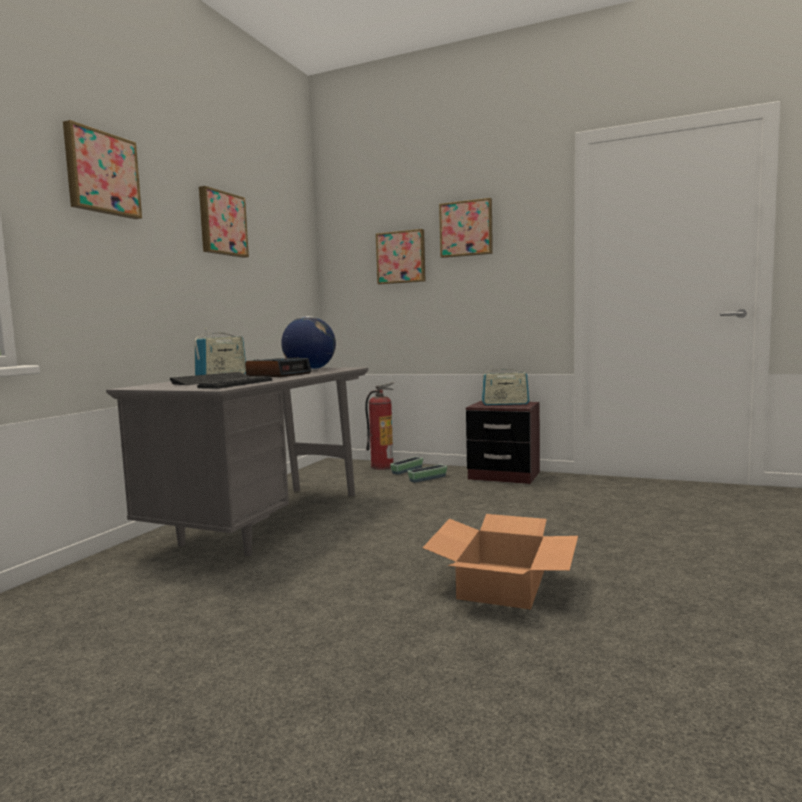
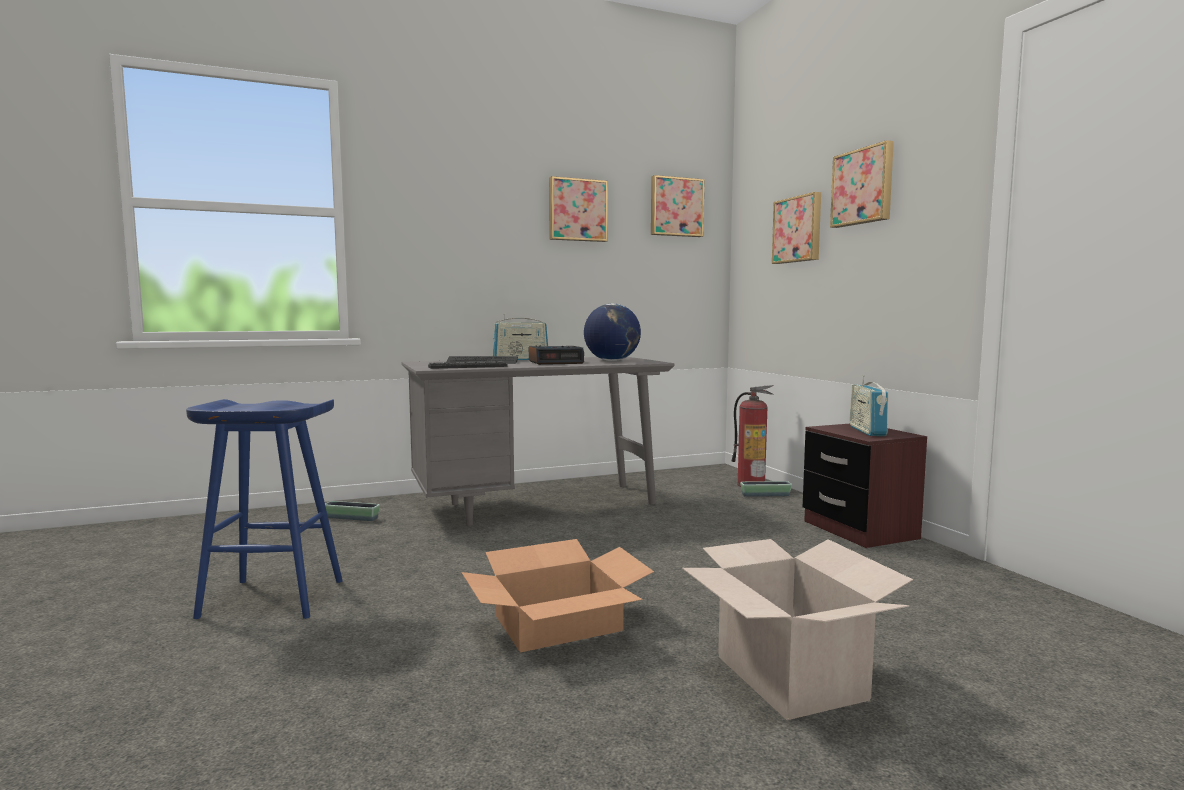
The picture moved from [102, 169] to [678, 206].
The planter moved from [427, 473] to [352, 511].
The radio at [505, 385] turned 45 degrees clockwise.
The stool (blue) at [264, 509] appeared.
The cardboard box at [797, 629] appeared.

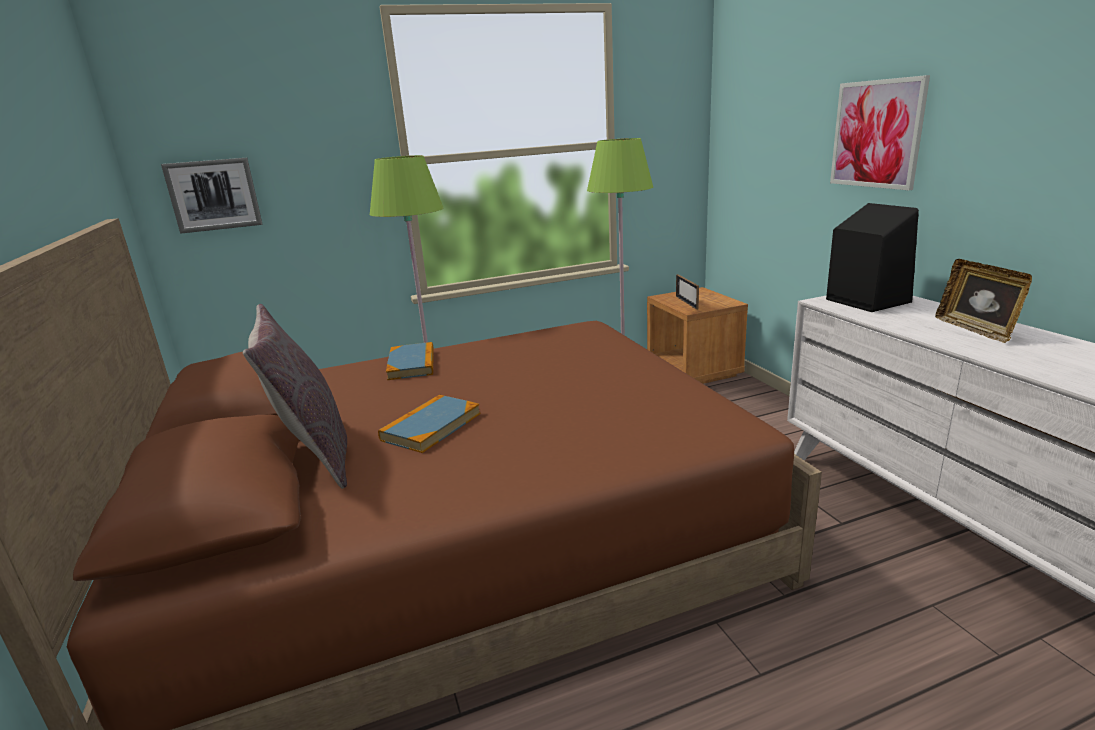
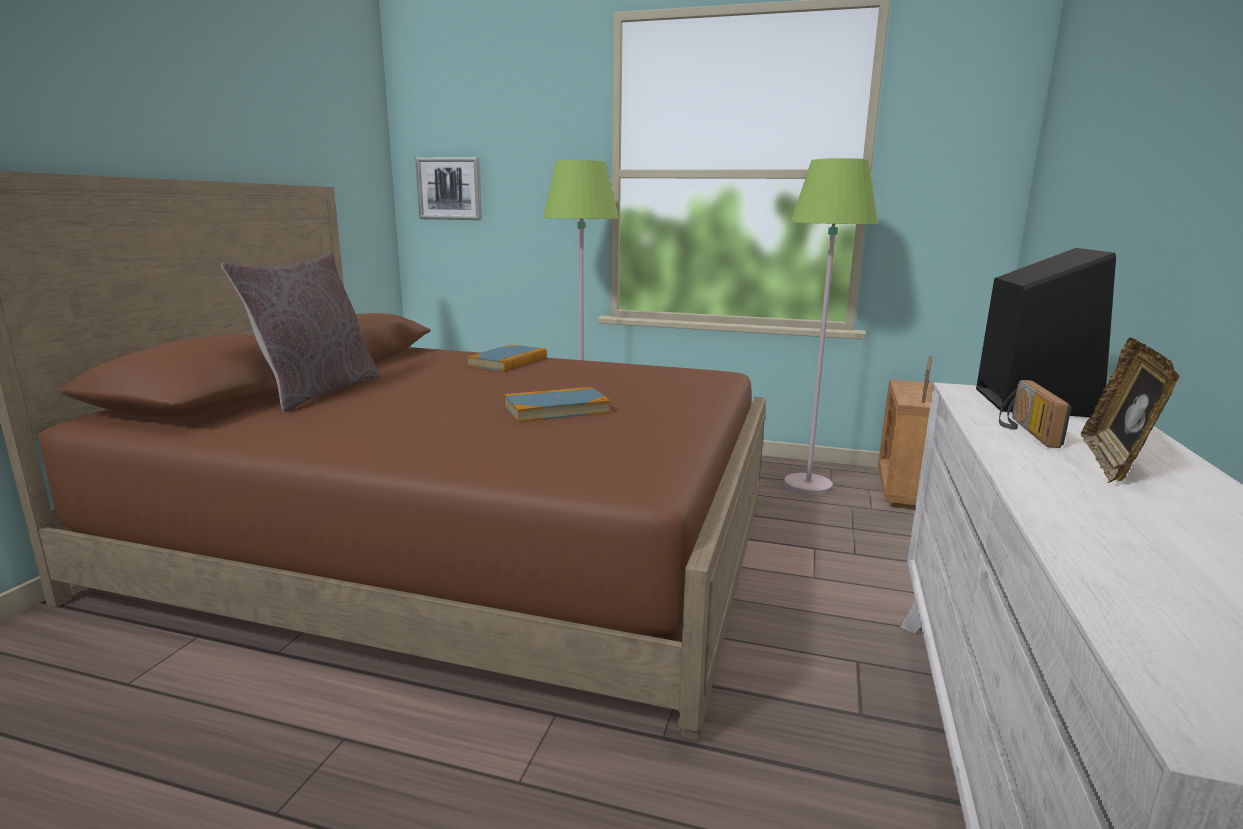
The book moved from [429, 424] to [557, 404].
The picture at [880, 132] disappeared.
The radio at [1035, 414] appeared.

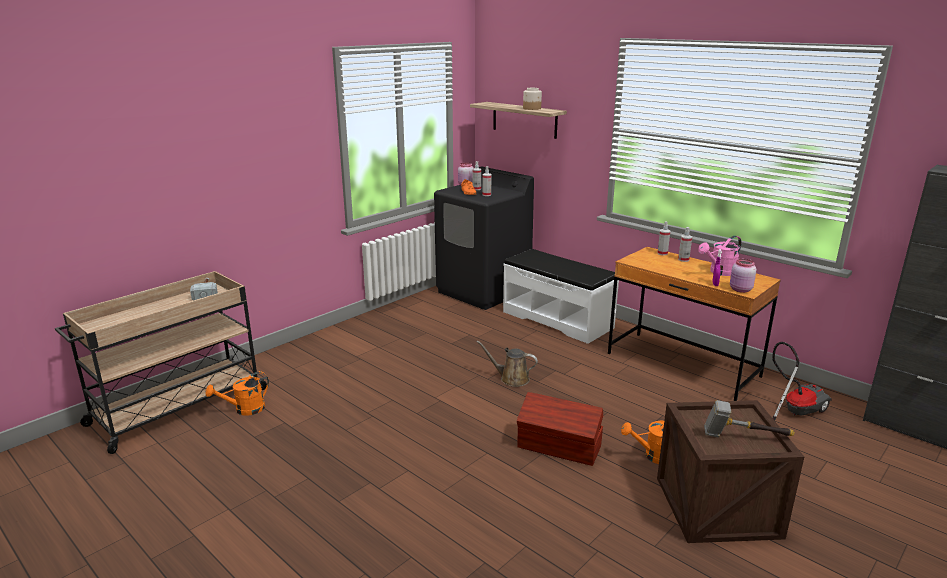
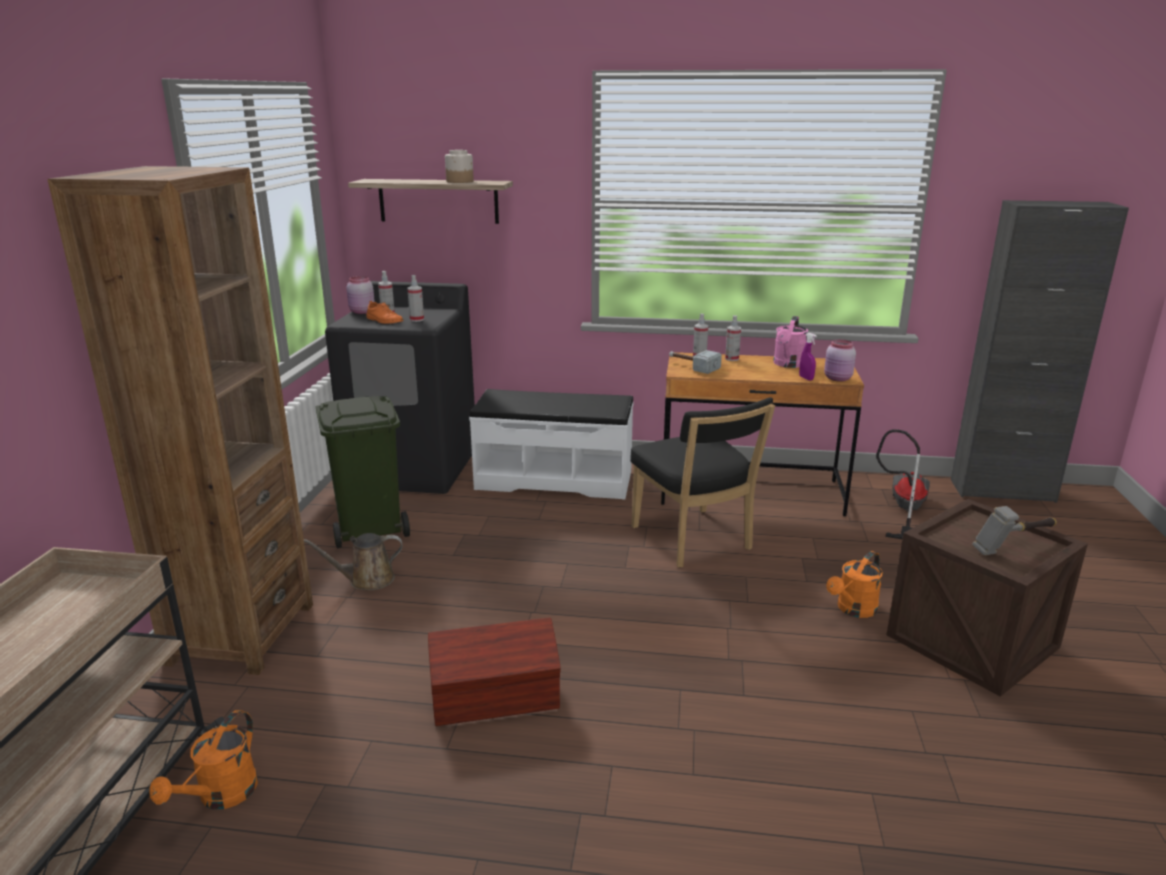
The hammer moved from [204, 289] to [695, 362].
The watering can (brown) moved from [507, 364] to [353, 562].
The storage box (brown) moved from [560, 429] to [494, 671].
The bookcase (brown) at [180, 420] appeared.
The trash can (green) at [363, 472] appeared.
The chair (black) at [702, 482] appeared.

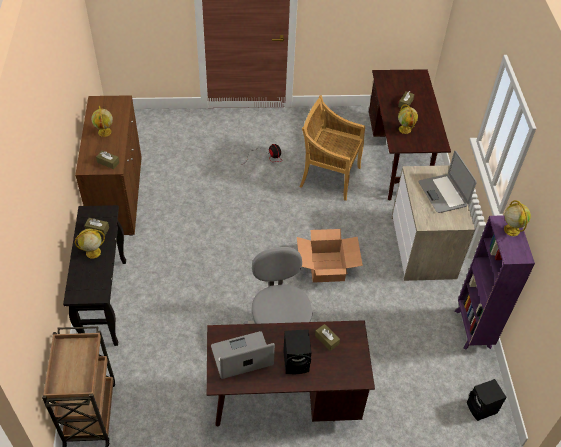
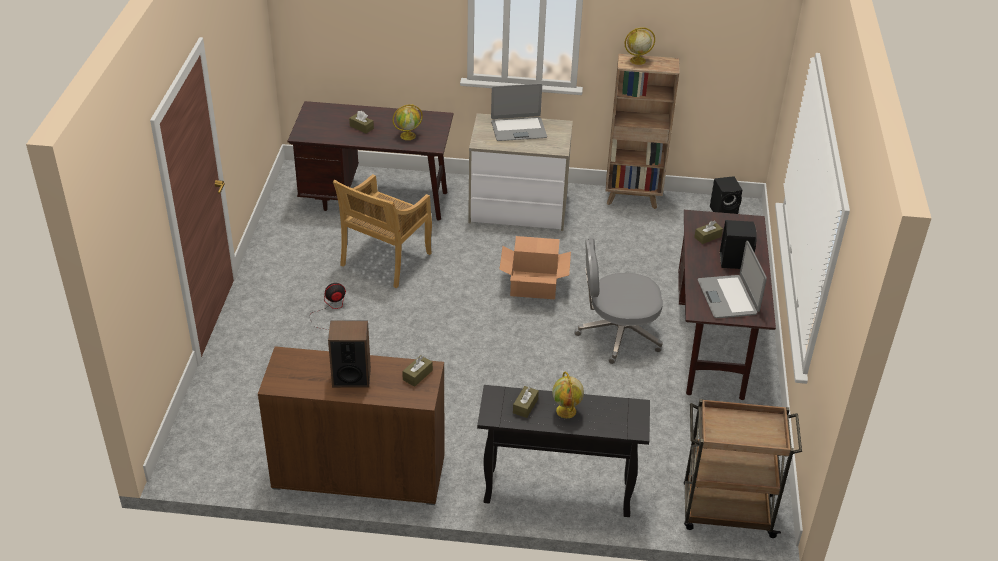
The globe at [102, 121] was replaced by the speaker at [349, 354].
The bookcase (purple) at [494, 282] became the bookcase (brown) at [642, 131].

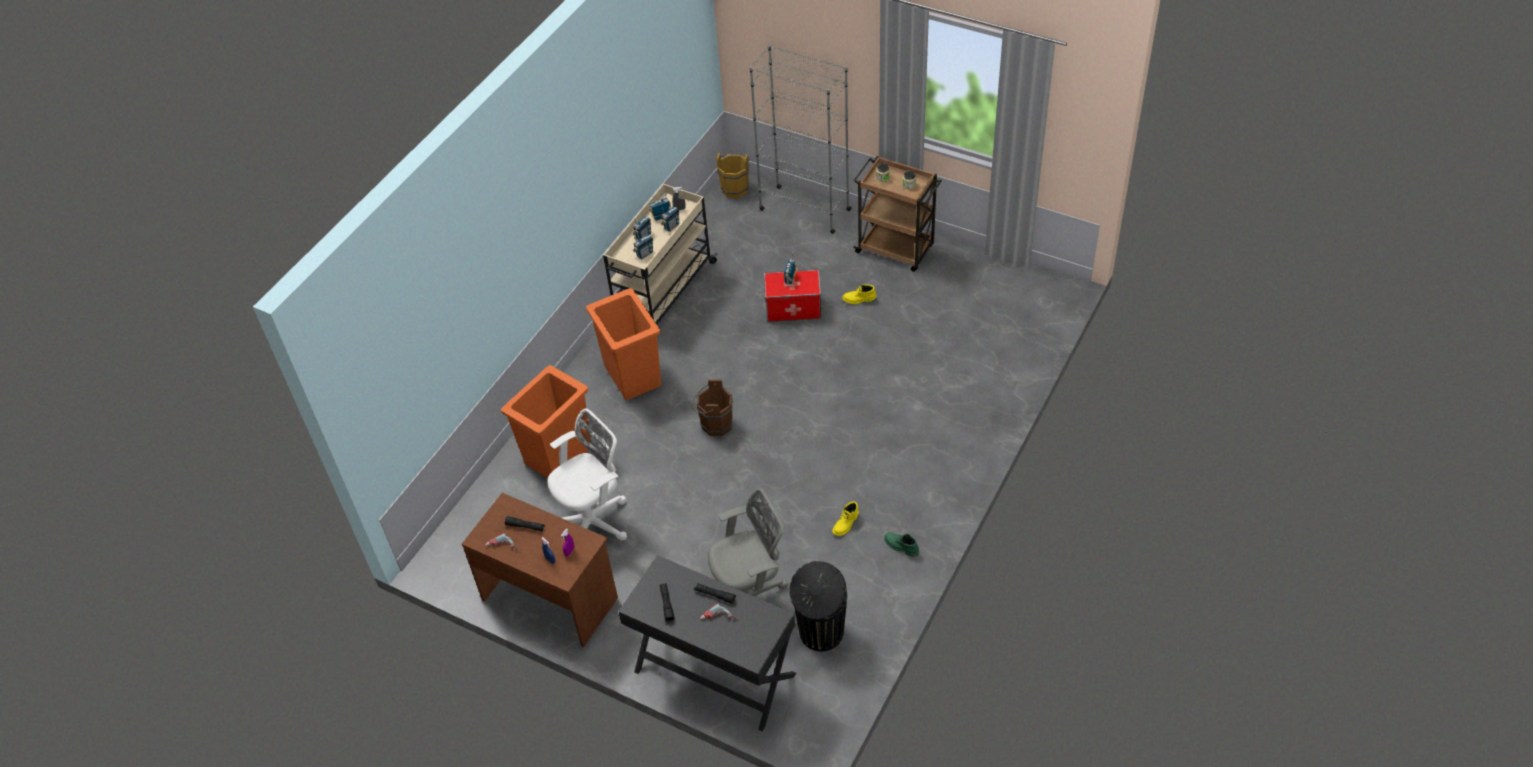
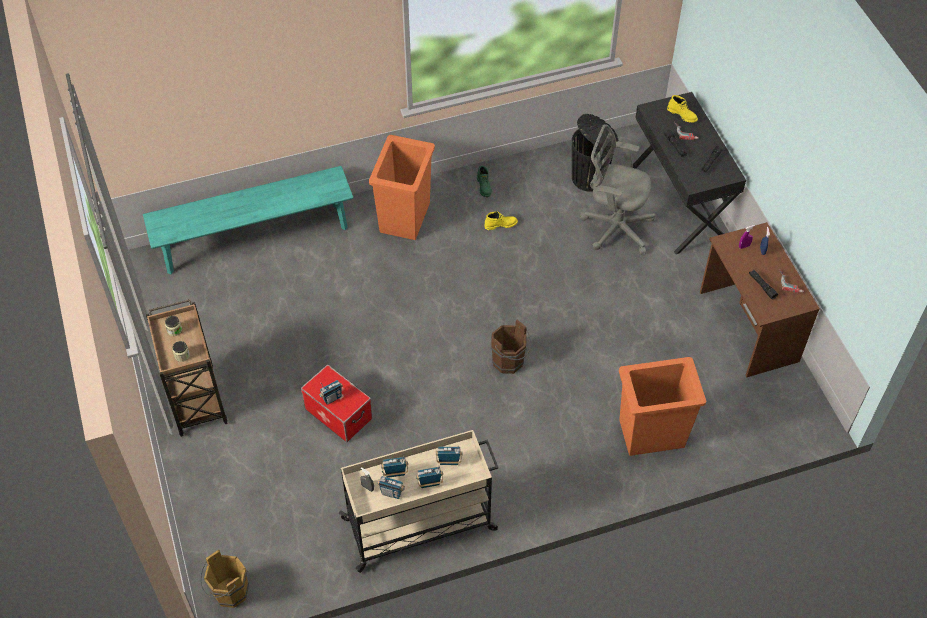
The office chair (white) at [587, 474] disappeared.
The trash can (orange) moved from [623, 344] to [402, 187].
The bookcase (grey) at [800, 139] disappeared.
The boot (yellow) moved from [859, 294] to [682, 109].
The bench (turquoise) at [248, 220] appeared.

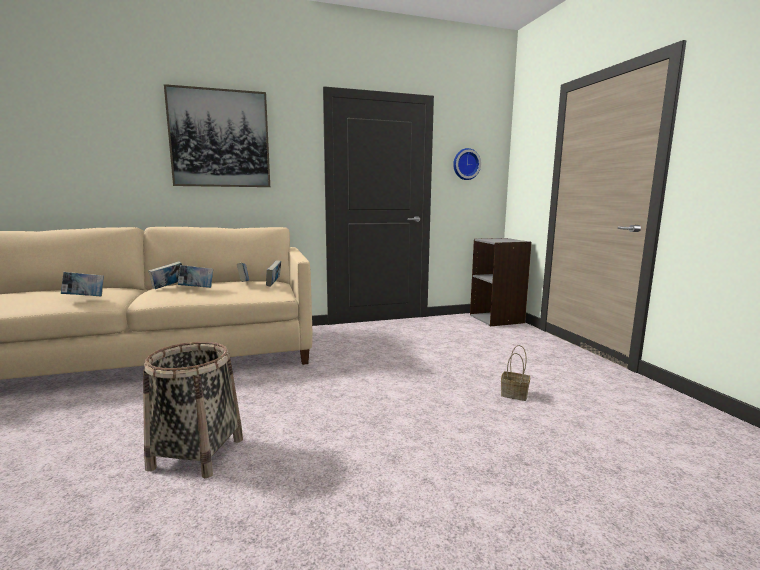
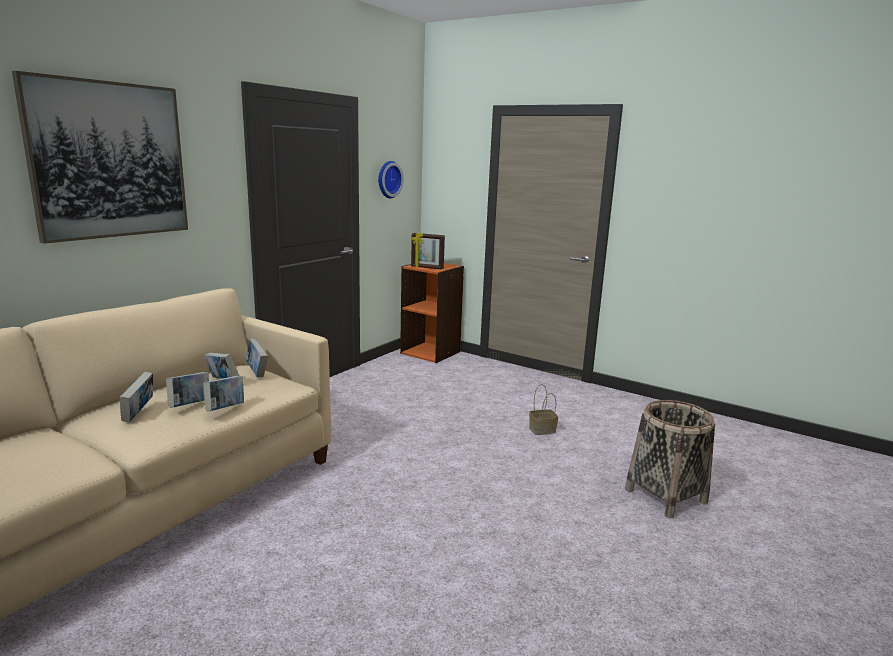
The book moved from [82, 284] to [223, 393].
The basket moved from [193, 410] to [670, 459].
The bookcase (grey) at [501, 282] became the bookcase (orange) at [432, 313].
The picture frame at [428, 251] appeared.

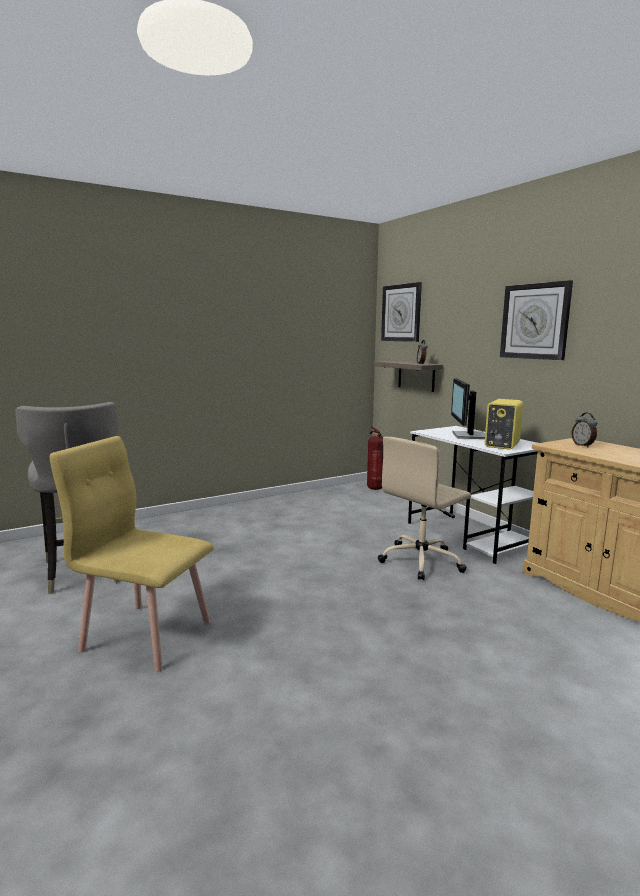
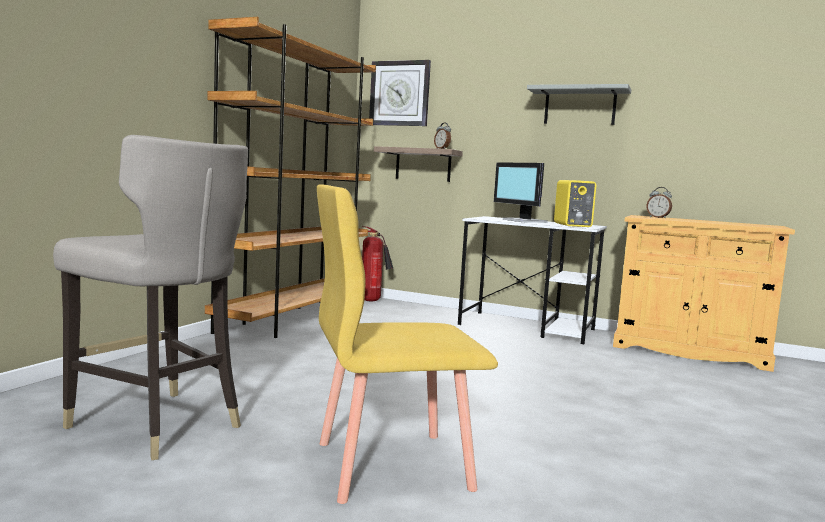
The office chair (beige) at [424, 508] disappeared.
The wall clock at [536, 320] was replaced by the shelf (grey) at [579, 104].
The bookcase (brown) at [290, 177] appeared.

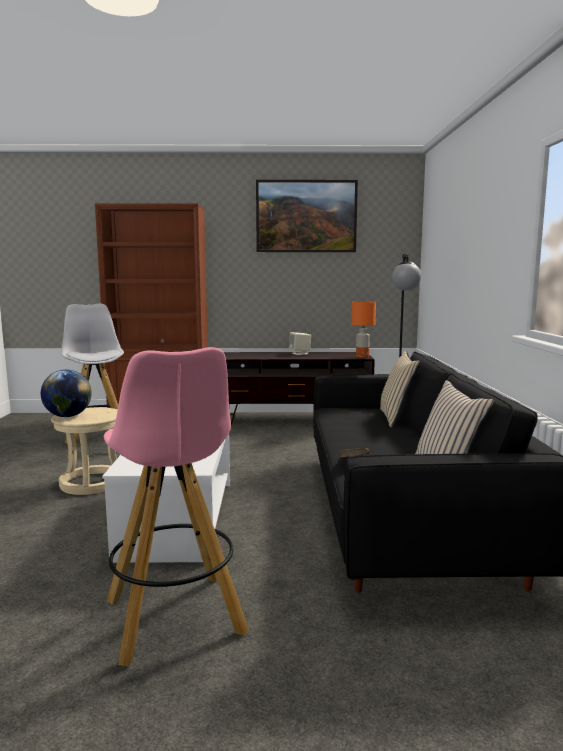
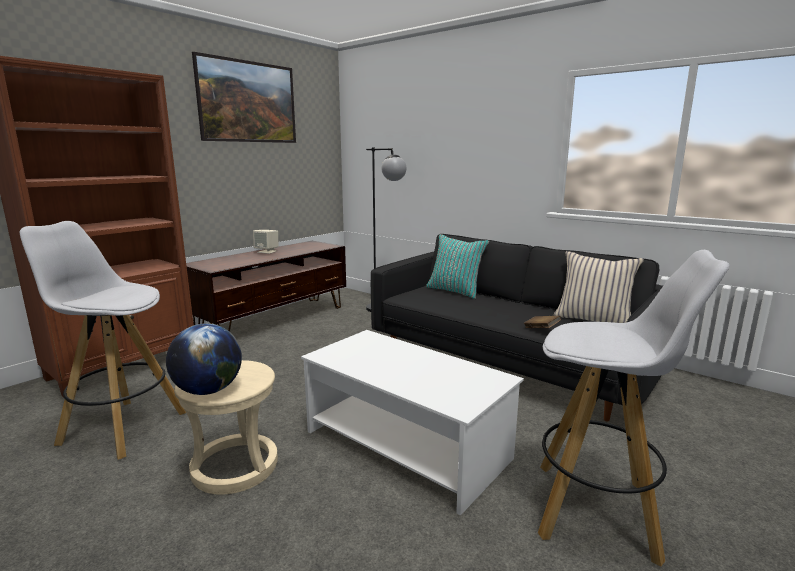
The stool (pink) at [176, 506] became the stool (white) at [633, 408].
The table lamp (orange) at [363, 329] disappeared.
The pillow (beige) at [400, 389] became the pillow (turquoise) at [457, 266].

